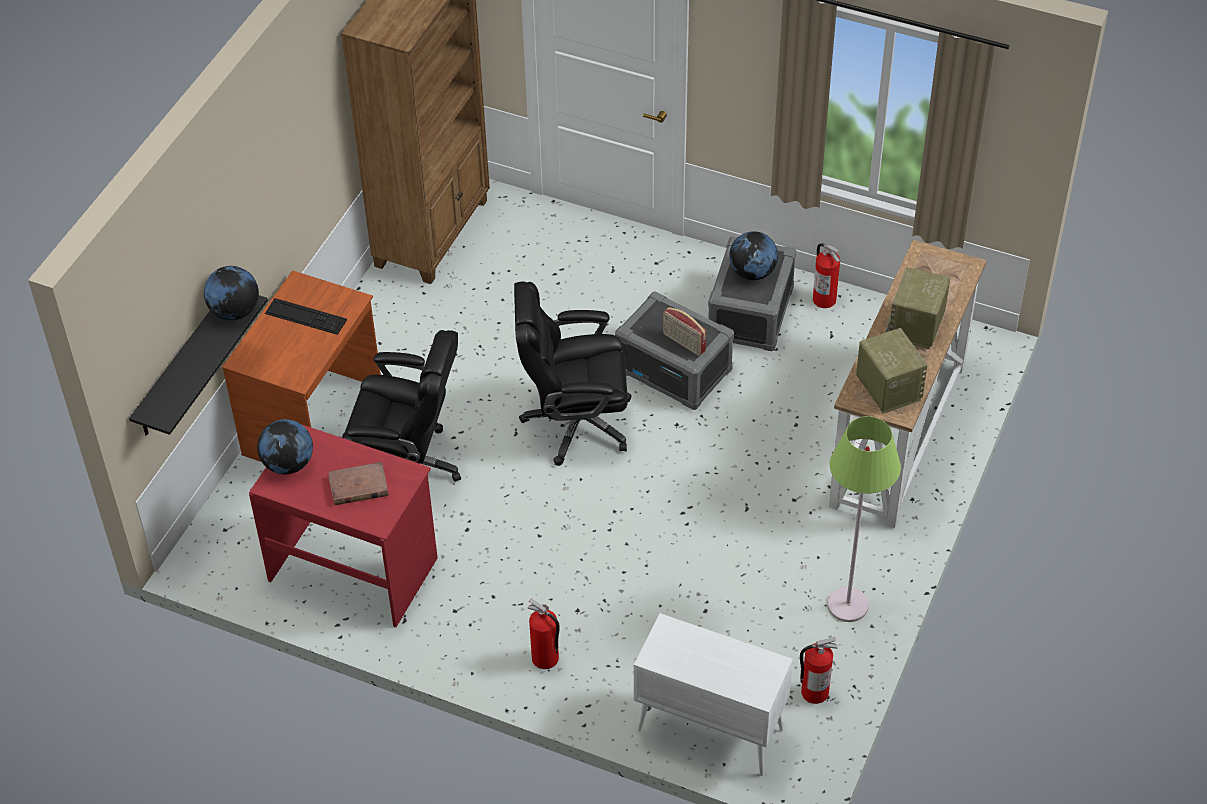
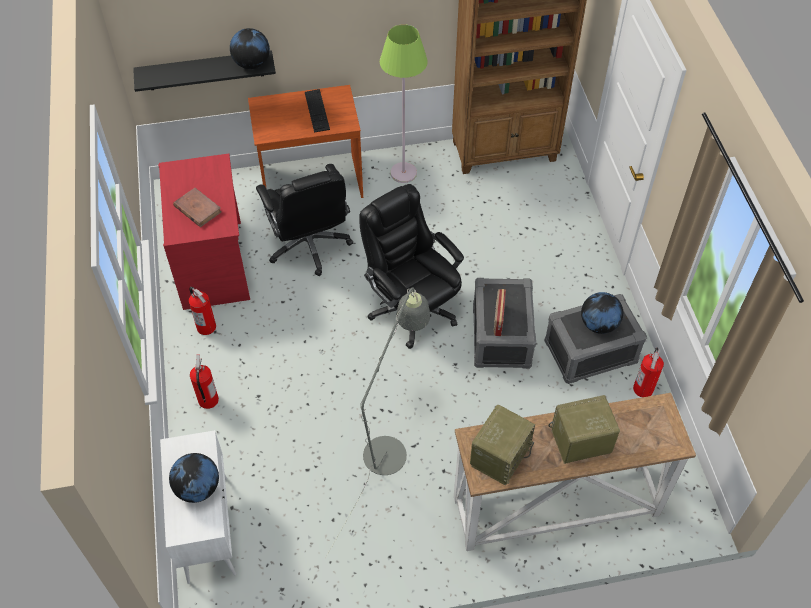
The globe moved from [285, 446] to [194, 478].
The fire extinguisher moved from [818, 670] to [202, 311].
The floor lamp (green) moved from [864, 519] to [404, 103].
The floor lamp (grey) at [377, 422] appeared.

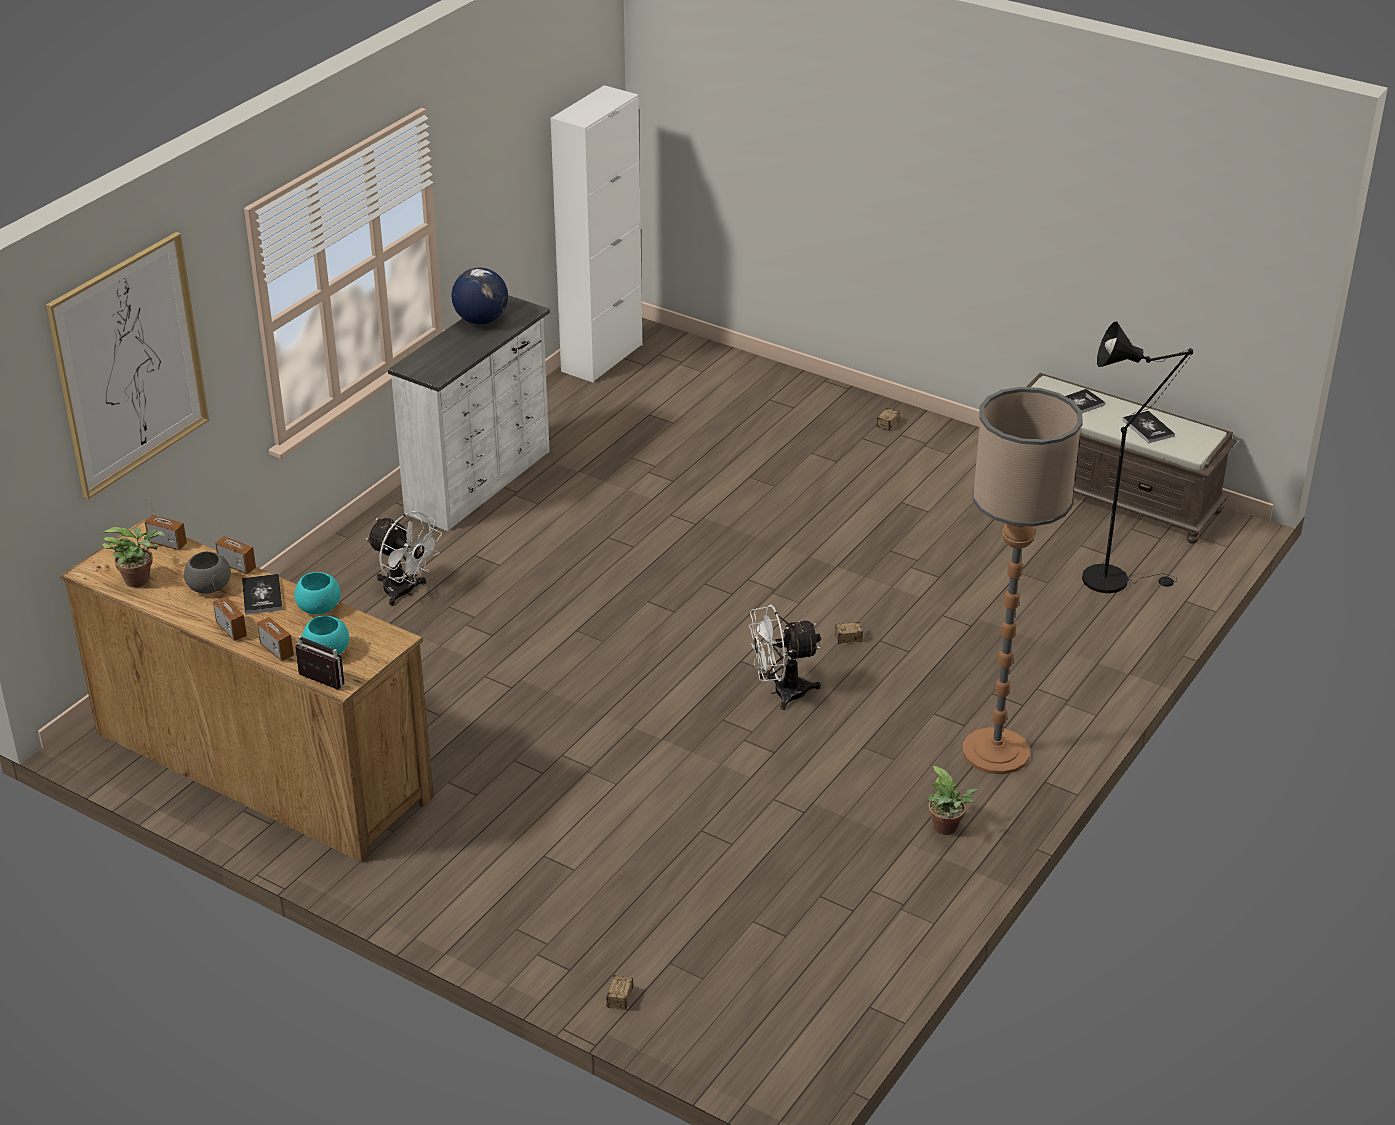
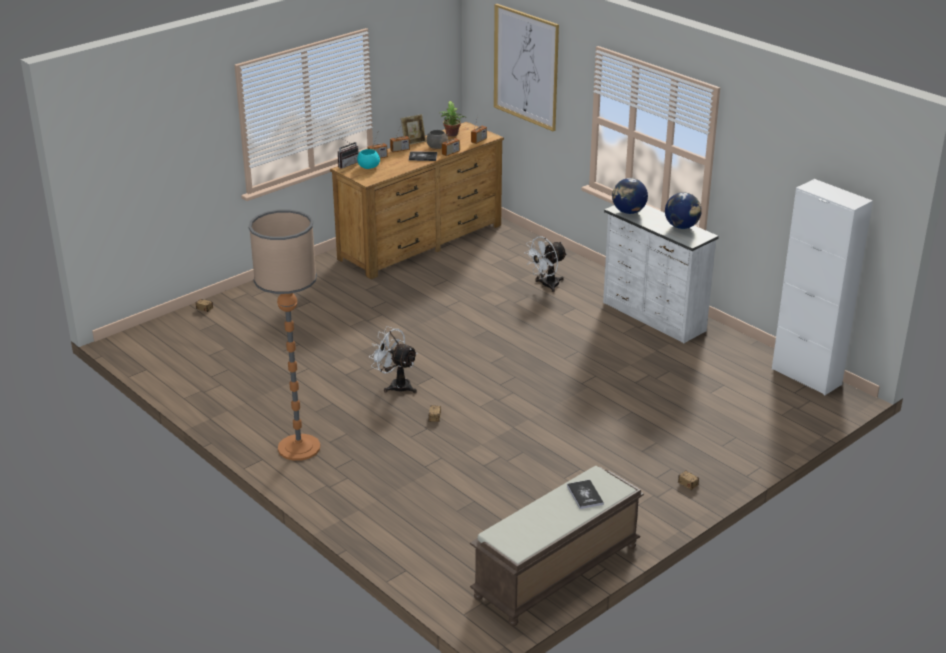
The bowl (turquoise) at [317, 593] disappeared.
The fan (white) at [785, 657] turned 60 degrees counterclockwise.
The potted plant at [952, 800] disappeared.
The floor lamp (black) at [1137, 457] disappeared.
The book at [1149, 427] disappeared.
The picture frame at [413, 129] appeared.
The globe at [630, 196] appeared.

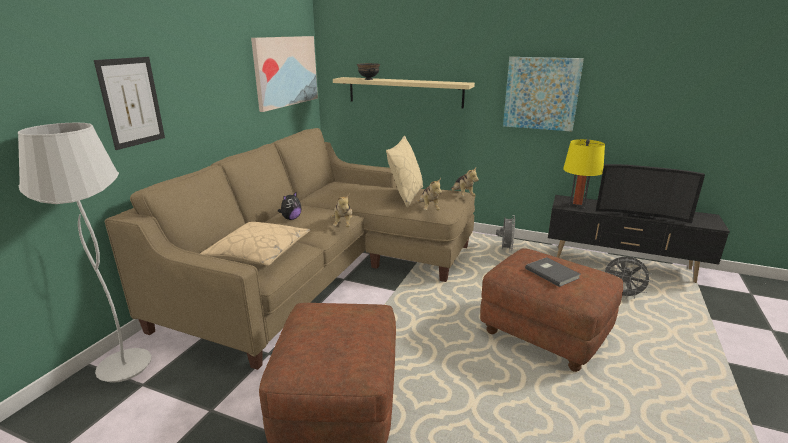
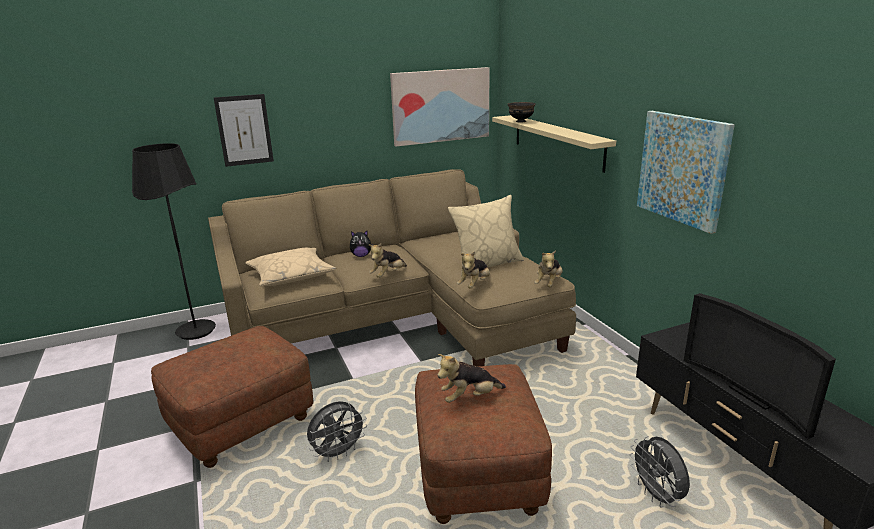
The floor lamp (white) at [85, 253] became the floor lamp (black) at [174, 241].
The fan (grey) moved from [505, 233] to [337, 431].
The book (grey) at [553, 272] was replaced by the plush toy at [471, 378].
The table lamp (yellow) at [584, 174] disappeared.

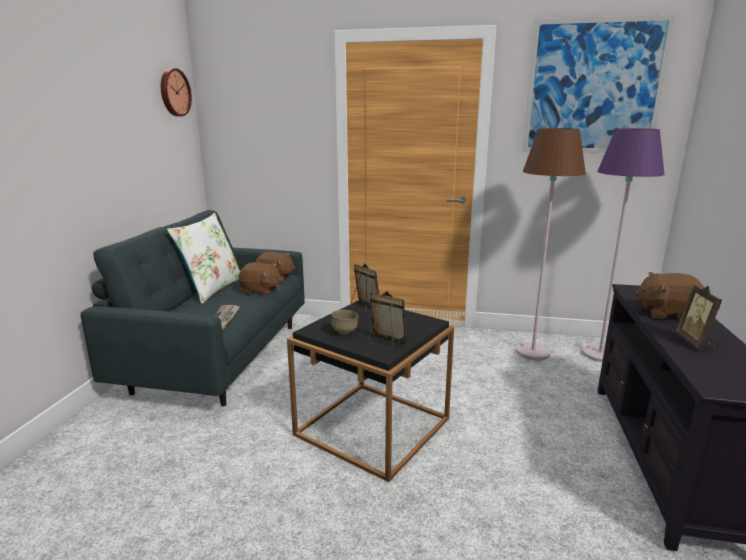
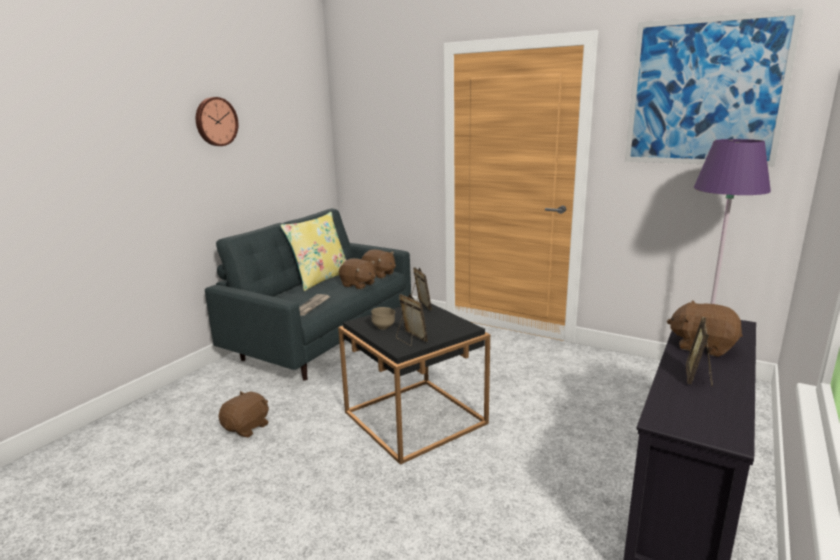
The wall clock moved from [176, 92] to [217, 121].
The pillow (white) at [203, 258] became the pillow (yellow) at [313, 251].
The floor lamp (brown) at [551, 244] disappeared.
The plush toy (brown) at [243, 414] appeared.

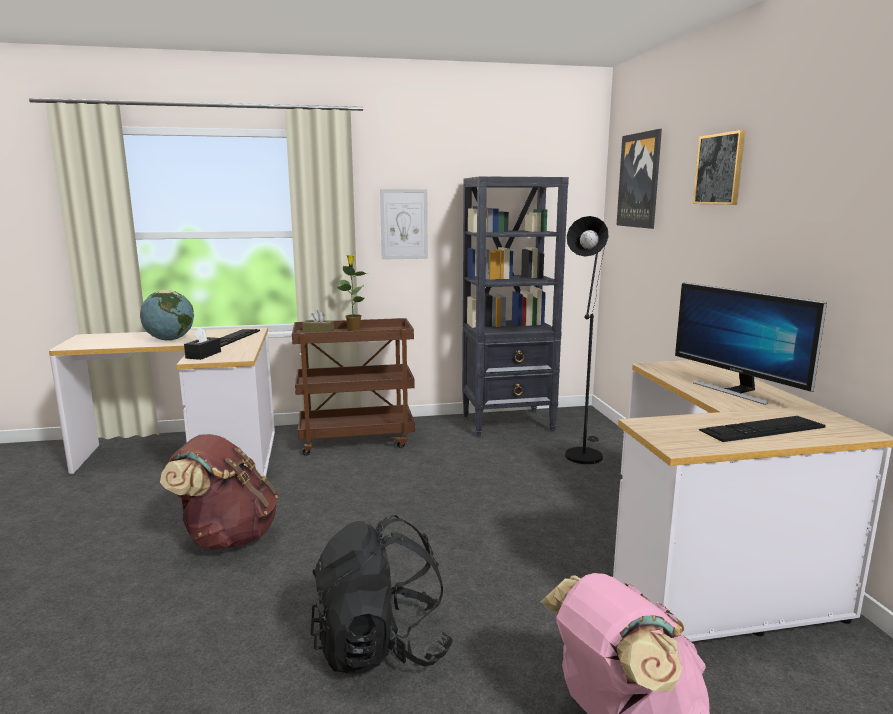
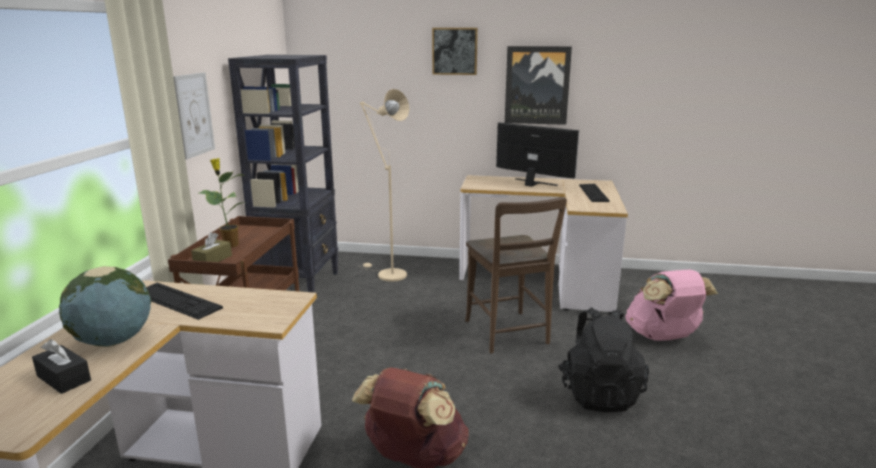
The tissue box (black) moved from [202, 343] to [61, 366].
The floor lamp (black) at [587, 340] became the floor lamp (beige) at [384, 185].
The picture moved from [639, 179] to [538, 85].
The monitor at [751, 343] turned 135 degrees counterclockwise.
The chair (brown) at [516, 275] appeared.

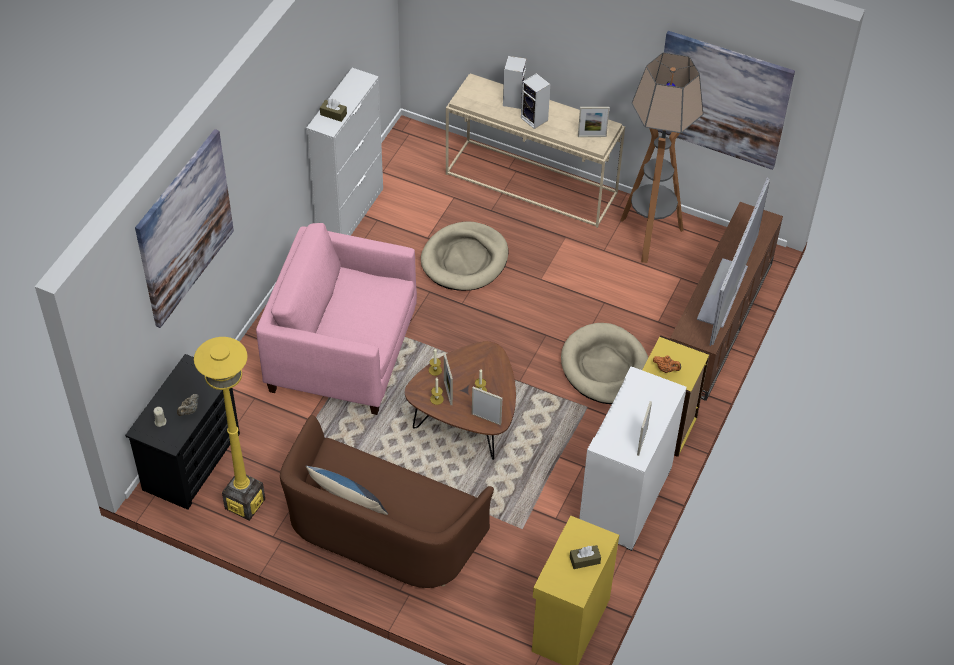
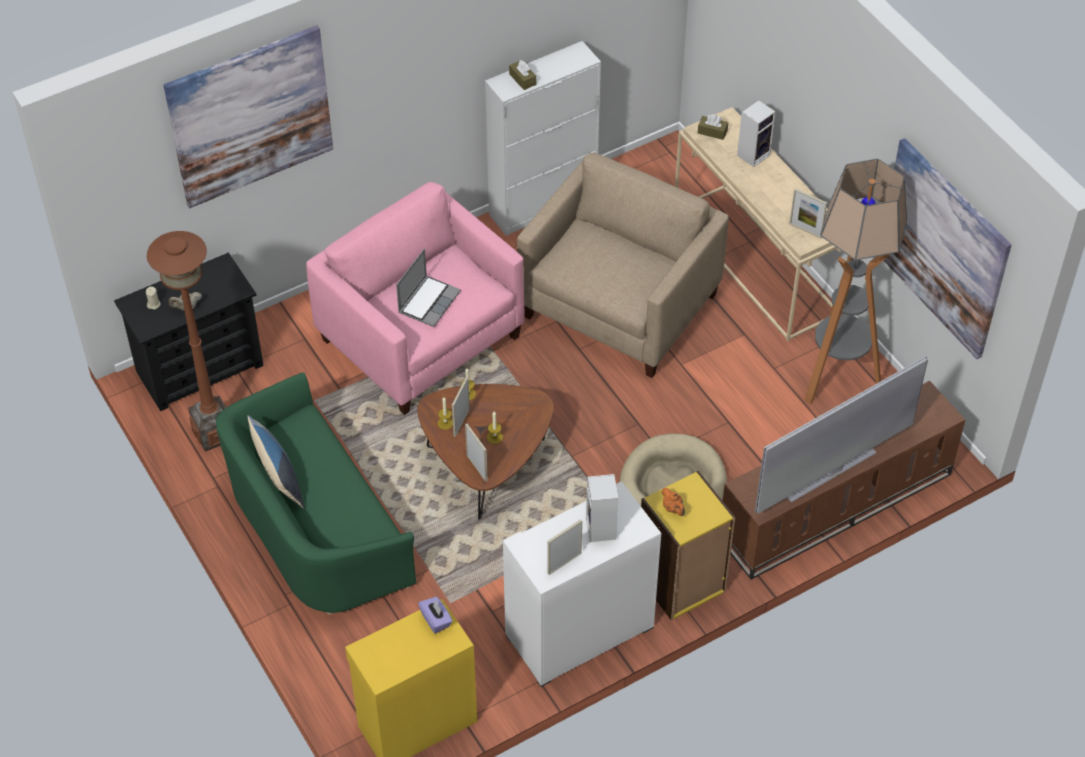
The floor lamp (yellow) at [229, 429] became the floor lamp (brown) at [187, 341].
The sofa (brown) at [387, 501] became the sofa (green) at [316, 493].
The dog bed (beige) at [465, 256] was replaced by the armchair (beige) at [623, 265].
The speaker moved from [535, 101] to [602, 508].
The tissue box (brown) moved from [585, 557] to [713, 127].
The laptop at [428, 288] appeared.
The tissue box (purple) at [435, 615] appeared.

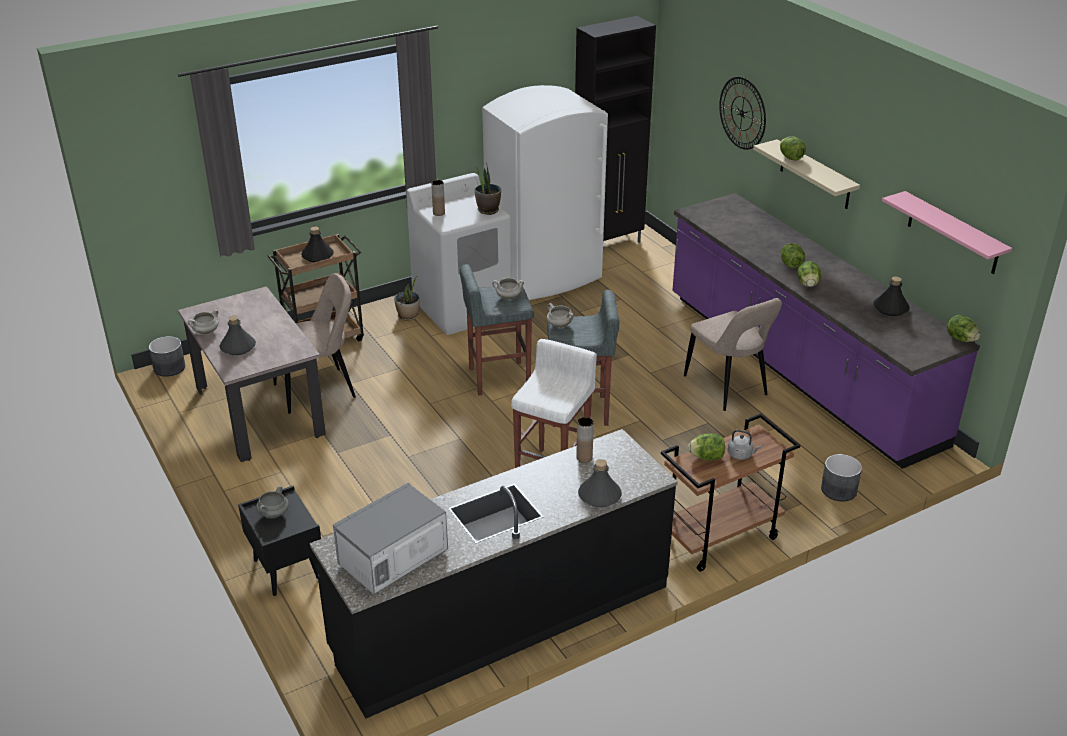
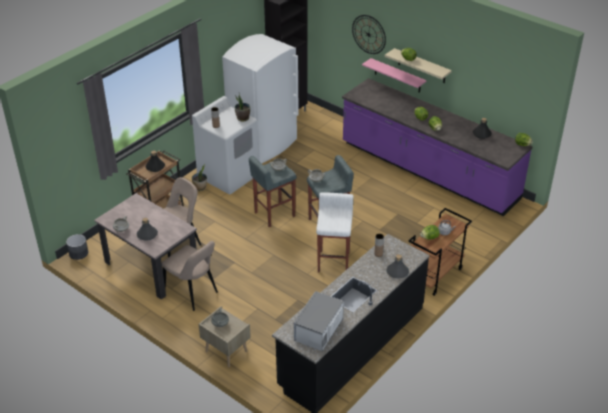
The nightstand (black) at [279, 540] became the nightstand (beige) at [225, 337].
The chair (beige) moved from [733, 354] to [190, 276].
The planter (grey) at [841, 477] disappeared.
The shelf (pink) moved from [947, 232] to [394, 75].

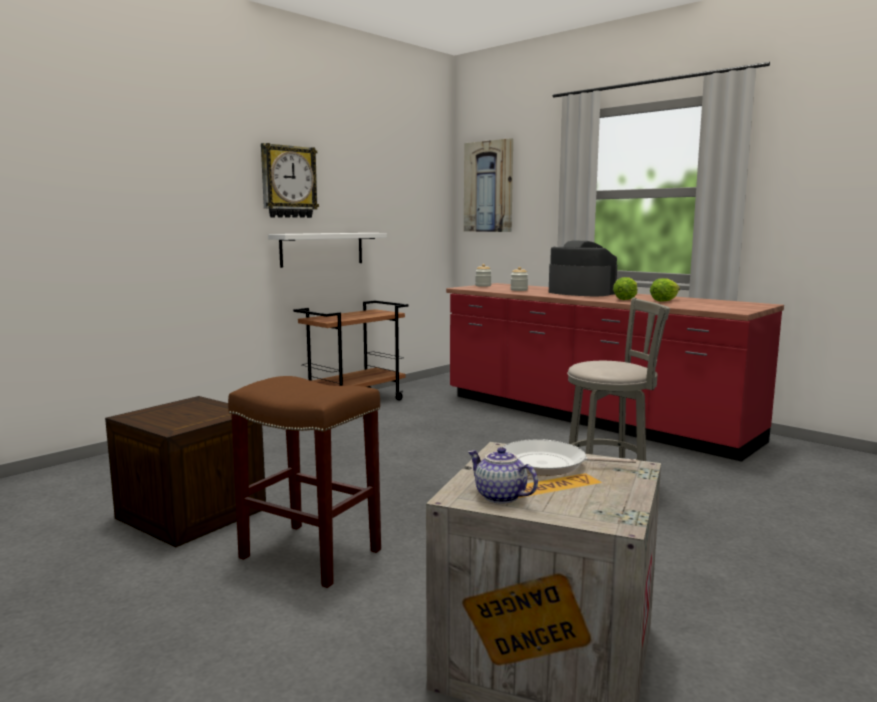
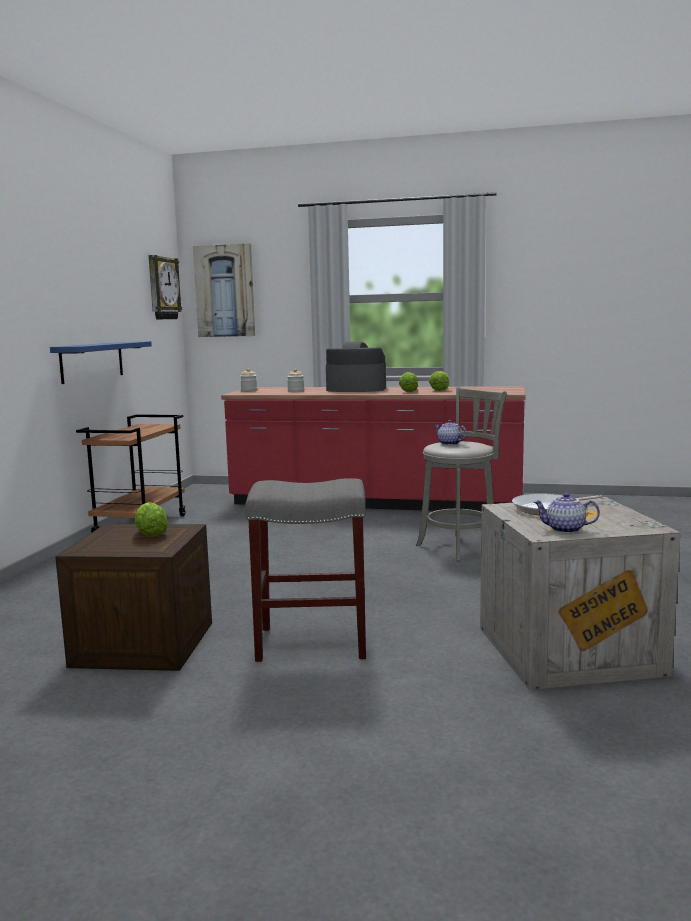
The stool (brown) at [304, 482] became the stool (grey) at [305, 570].
The wall clock moved from [290, 180] to [165, 287].
The shelf (white) at [327, 250] became the shelf (blue) at [101, 362].
The lettuce at [151, 519] appeared.
The teapot at [451, 432] appeared.

